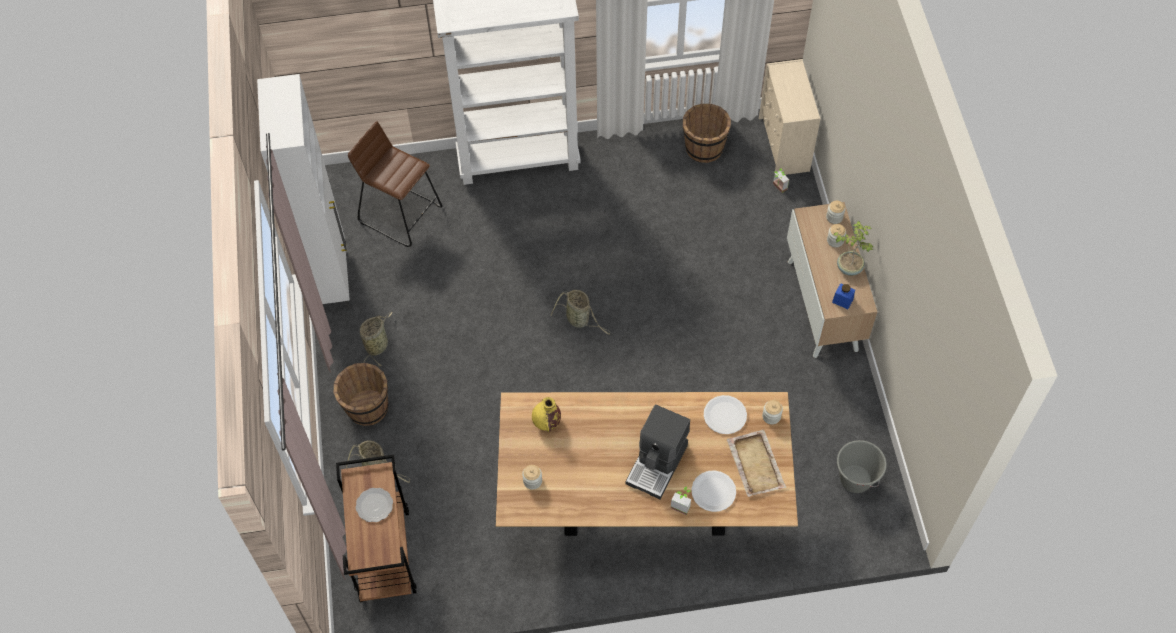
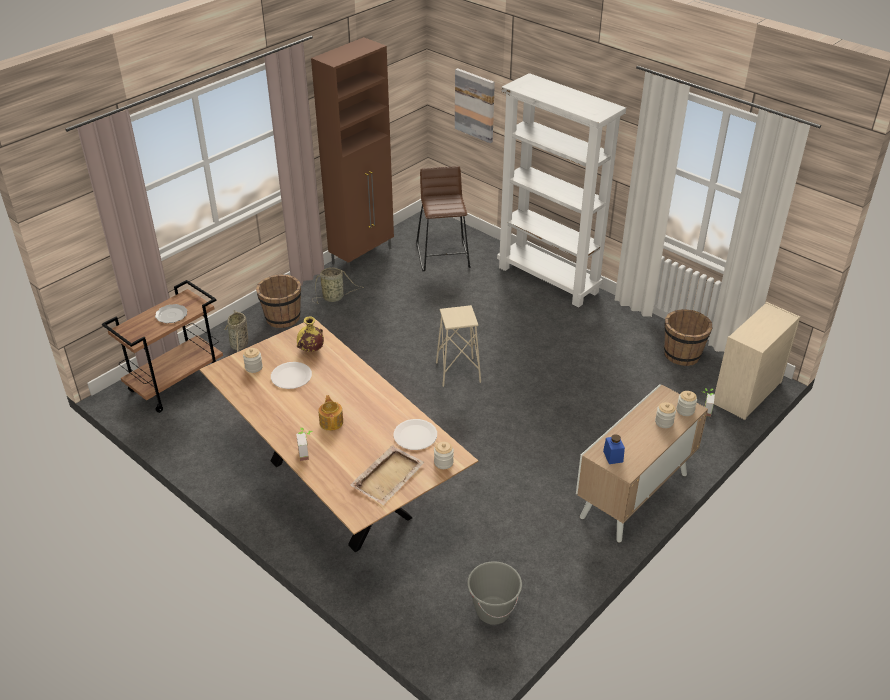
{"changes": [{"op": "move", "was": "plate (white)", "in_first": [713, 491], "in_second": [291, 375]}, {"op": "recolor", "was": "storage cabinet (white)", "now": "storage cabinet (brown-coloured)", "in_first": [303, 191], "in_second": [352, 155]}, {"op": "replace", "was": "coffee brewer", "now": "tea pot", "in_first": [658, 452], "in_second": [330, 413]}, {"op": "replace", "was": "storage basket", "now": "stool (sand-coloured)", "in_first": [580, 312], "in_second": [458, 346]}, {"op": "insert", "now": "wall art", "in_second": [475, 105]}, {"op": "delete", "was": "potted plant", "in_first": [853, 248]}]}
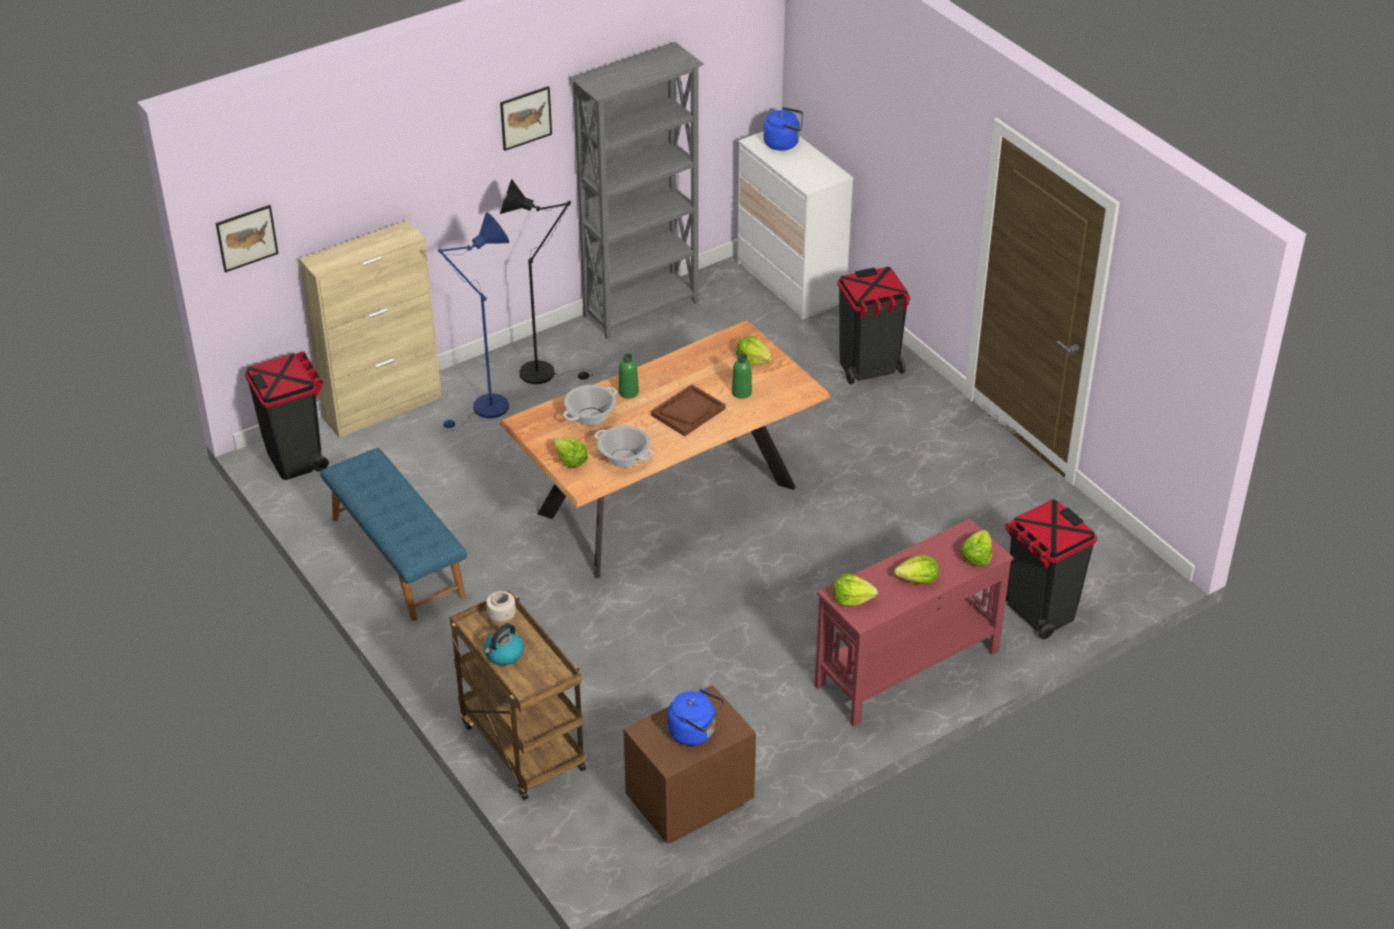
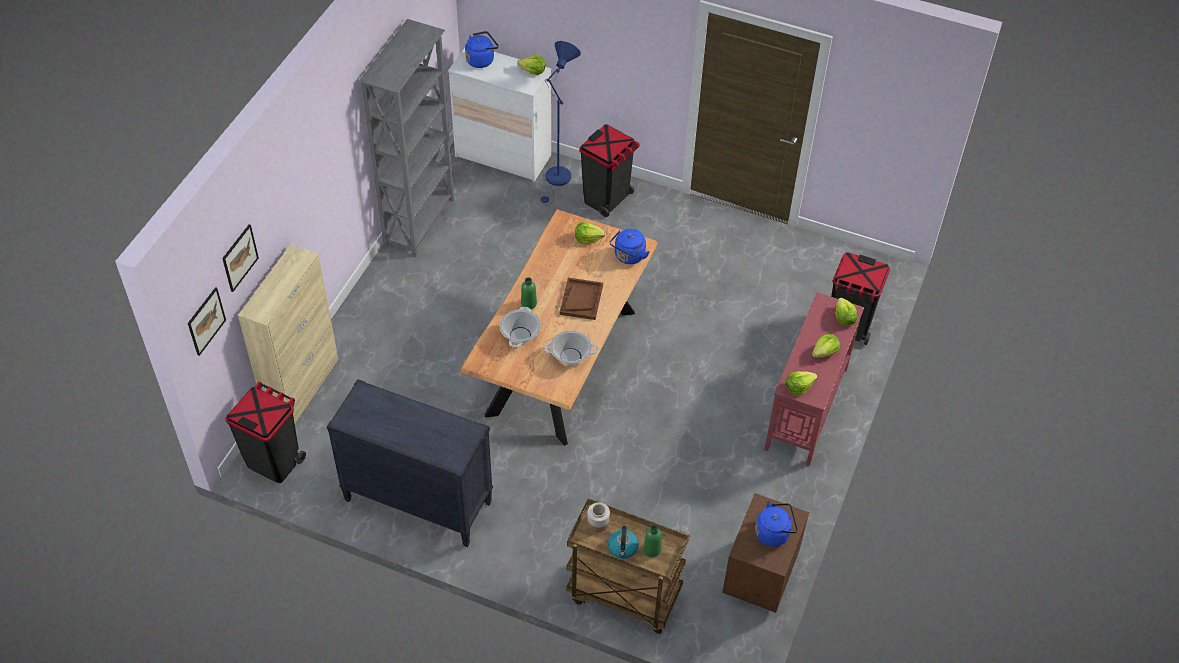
{"changes": [{"op": "move", "was": "wall art", "in_first": [526, 118], "in_second": [240, 258]}, {"op": "replace", "was": "bench (bluish)", "now": "dresser (black-coloured)", "in_first": [393, 534], "in_second": [410, 463]}, {"op": "move", "was": "lettuce head", "in_first": [570, 452], "in_second": [531, 65]}, {"op": "move", "was": "standard lamp (bluish)", "in_first": [473, 321], "in_second": [561, 123]}, {"op": "insert", "now": "water kettle (bluish)", "in_second": [629, 246]}, {"op": "move", "was": "beverage bottle (green)", "in_first": [742, 376], "in_second": [652, 541]}, {"op": "delete", "was": "standard lamp (black-coloured)", "in_first": [546, 281]}]}
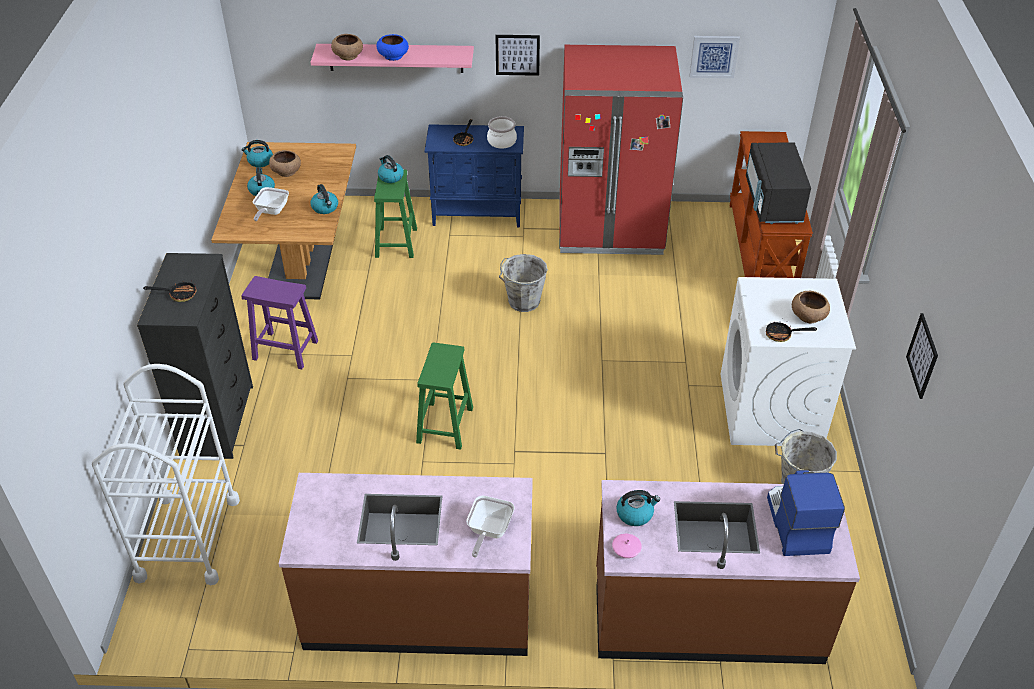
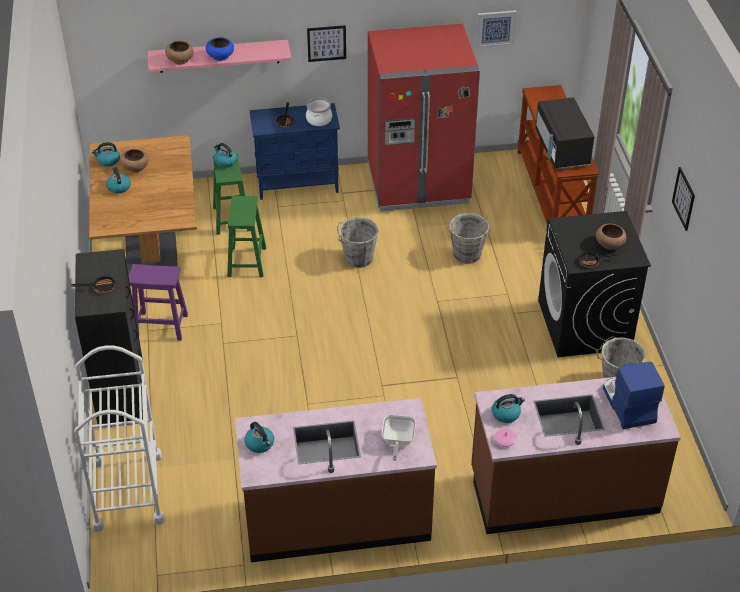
{"changes": [{"op": "move", "was": "stool (green)", "in_first": [444, 396], "in_second": [246, 236]}, {"op": "move", "was": "water kettle", "in_first": [324, 199], "in_second": [259, 437]}, {"op": "insert", "now": "bucket (gray)", "in_second": [468, 238]}, {"op": "recolor", "was": "washing machine (white)", "now": "washing machine (black-coloured)", "in_first": [788, 361], "in_second": [594, 284]}, {"op": "move", "was": "wall art", "in_first": [922, 356], "in_second": [683, 199]}, {"op": "delete", "was": "frying pan", "in_first": [271, 204]}]}
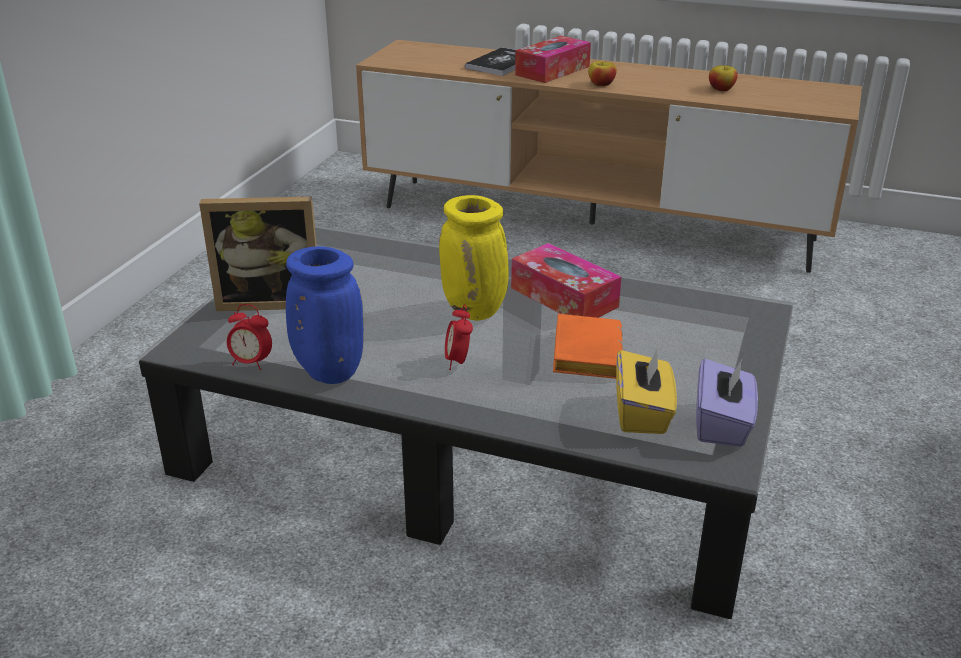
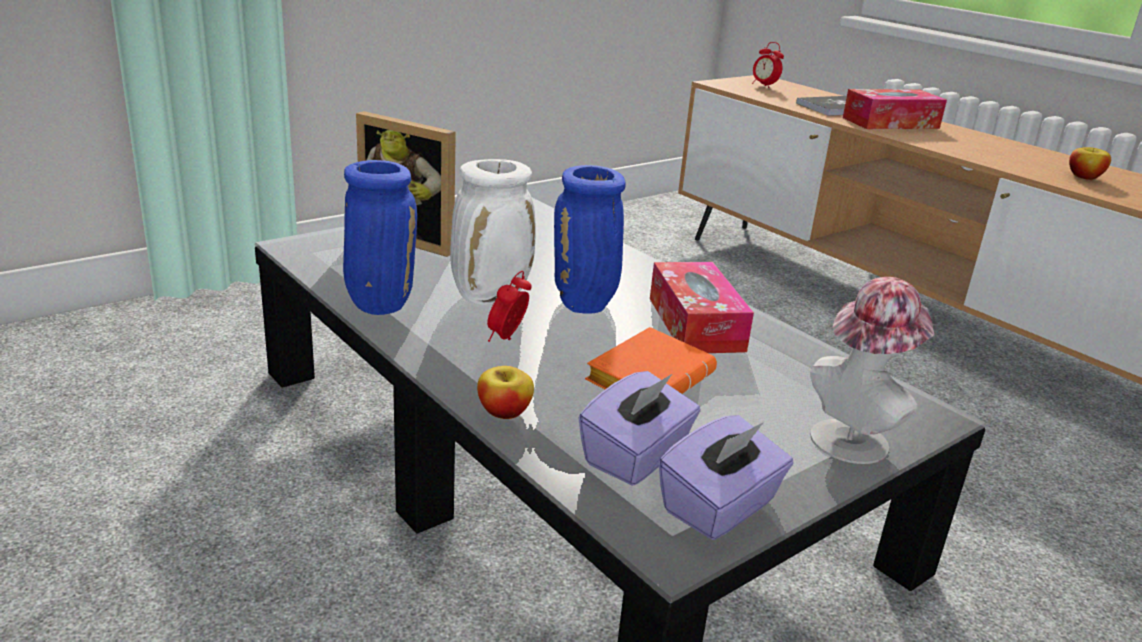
{"changes": [{"op": "insert", "now": "vase (white)", "in_second": [493, 232]}, {"op": "move", "was": "apple fruit", "in_first": [602, 73], "in_second": [505, 392]}, {"op": "recolor", "was": "vase (yellow)", "now": "vase (bluish)", "in_first": [474, 258], "in_second": [590, 239]}, {"op": "recolor", "was": "tissue box (yellow)", "now": "tissue box (purple)", "in_first": [646, 391], "in_second": [639, 428]}, {"op": "move", "was": "alarm clock", "in_first": [249, 337], "in_second": [768, 65]}, {"op": "insert", "now": "wearable hat", "in_second": [872, 370]}]}
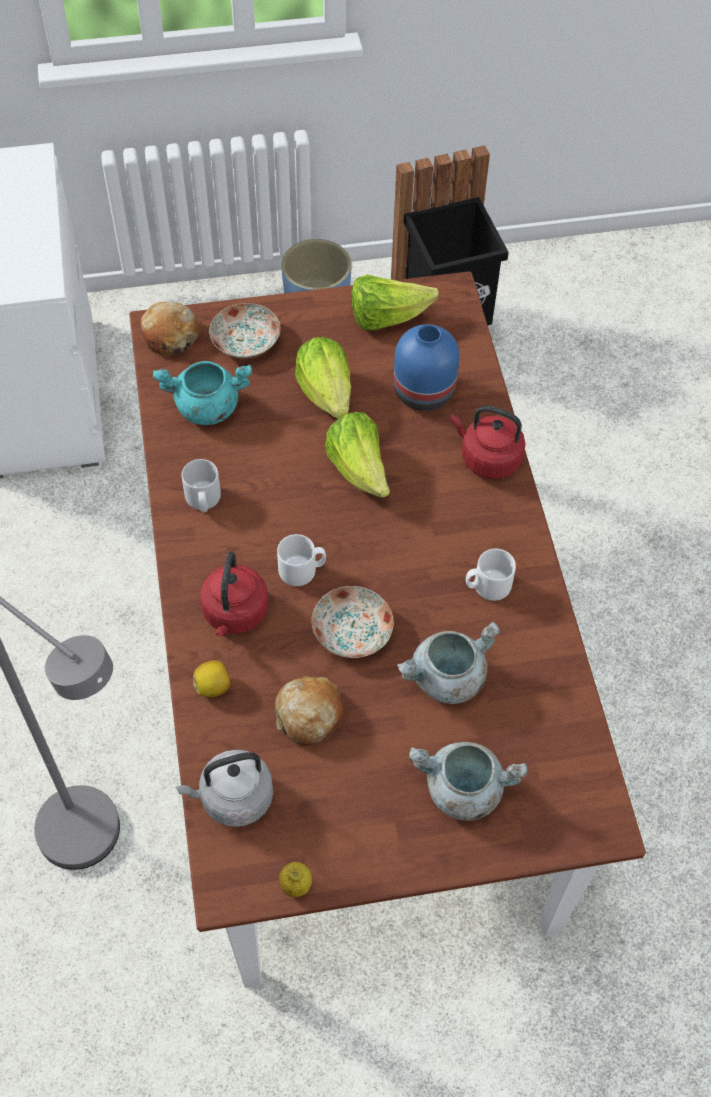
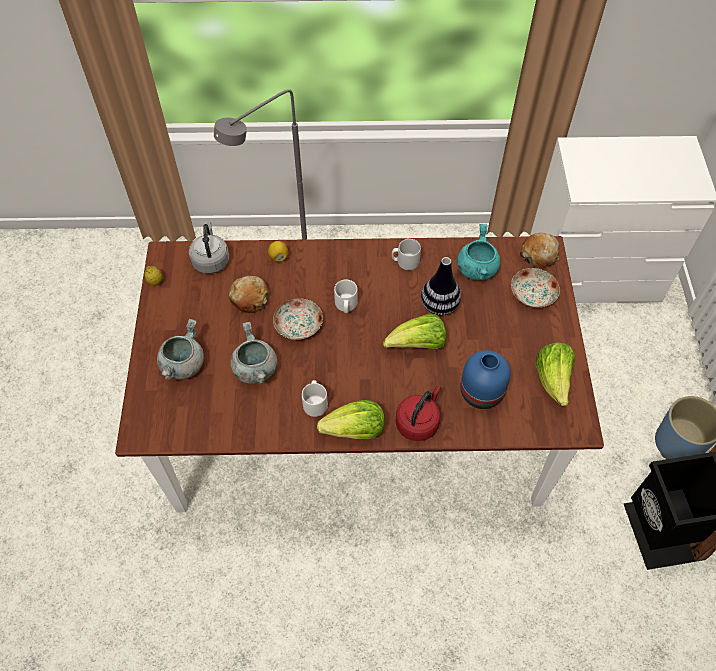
{"changes": [{"op": "move", "was": "lettuce head", "in_first": [323, 378], "in_second": [351, 419]}, {"op": "insert", "now": "vase", "in_second": [441, 286]}, {"op": "delete", "was": "water kettle (red-coloured)", "in_first": [234, 594]}]}
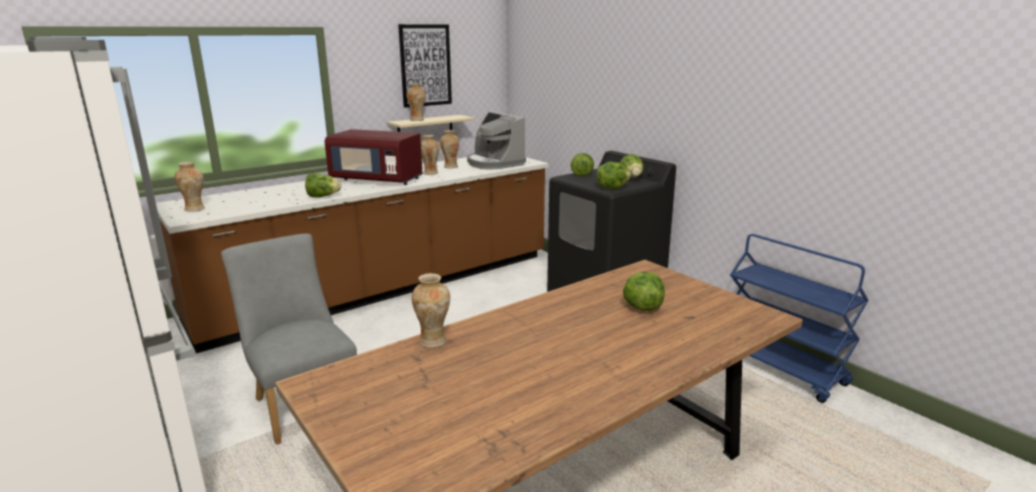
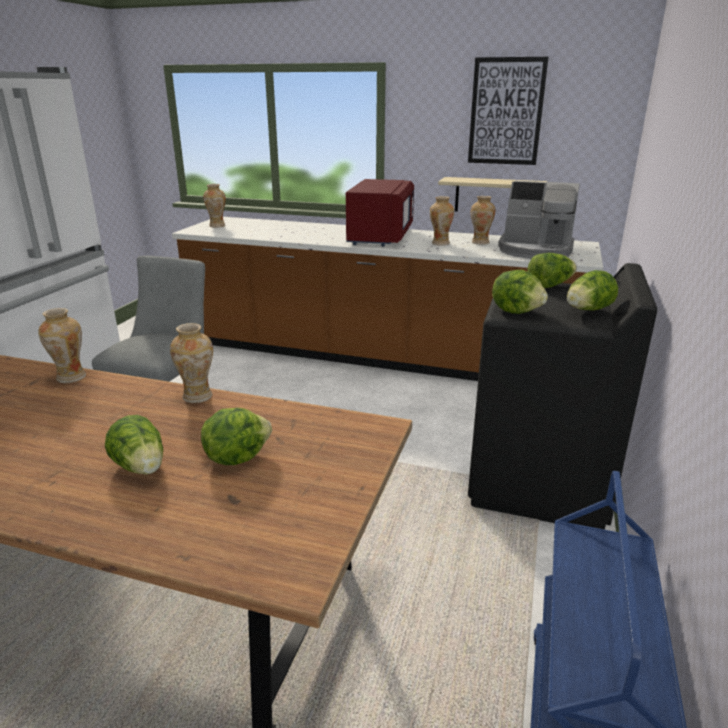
{"changes": [{"op": "move", "was": "lettuce head", "in_first": [323, 185], "in_second": [134, 445]}, {"op": "move", "was": "vase", "in_first": [416, 102], "in_second": [191, 363]}, {"op": "rotate", "was": "microwave oven (red-coloured)", "in_first": [374, 157], "in_second": [380, 212], "clockwise": -150}, {"op": "rotate", "was": "coffee brewer", "in_first": [496, 141], "in_second": [539, 220], "clockwise": -90}]}
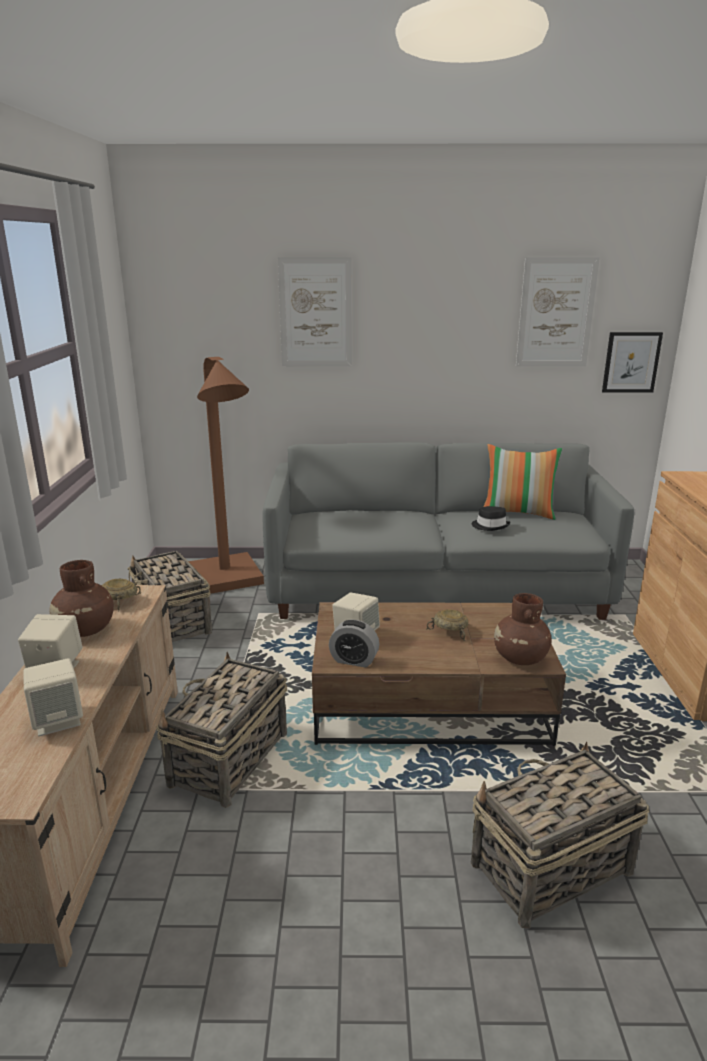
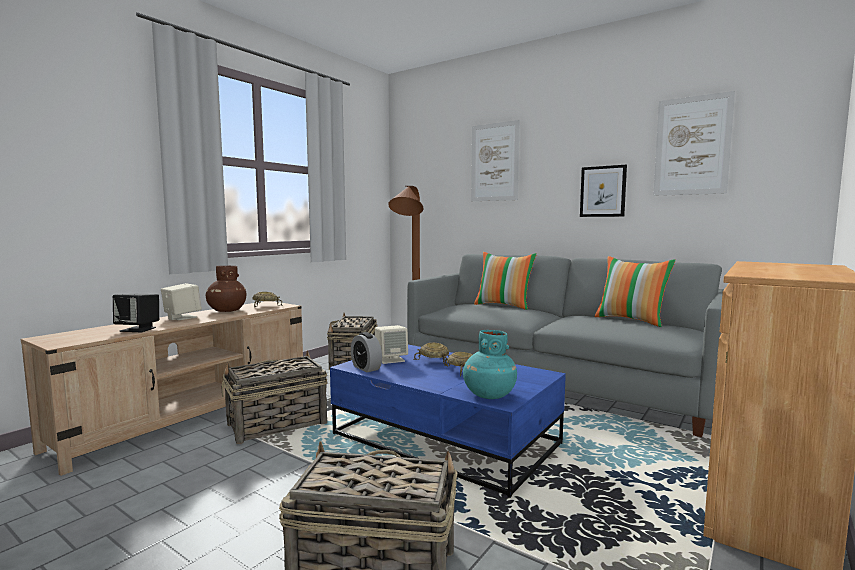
{"changes": [{"op": "recolor", "was": "loudspeaker (sand-coloured)", "now": "loudspeaker (black-coloured)", "in_first": [53, 697], "in_second": [136, 313]}, {"op": "recolor", "was": "lounge table (brown-coloured)", "now": "lounge table (bluish)", "in_first": [439, 674], "in_second": [448, 421]}, {"op": "insert", "now": "deep dish (sand-coloured)", "in_second": [431, 354]}, {"op": "recolor", "was": "vase (brown-coloured)", "now": "vase (blue-green)", "in_first": [523, 629], "in_second": [490, 364]}, {"op": "insert", "now": "pillow", "in_second": [505, 281]}, {"op": "move", "was": "wall art", "in_first": [632, 362], "in_second": [603, 191]}, {"op": "delete", "was": "wearable hat (black-coloured)", "in_first": [491, 518]}]}
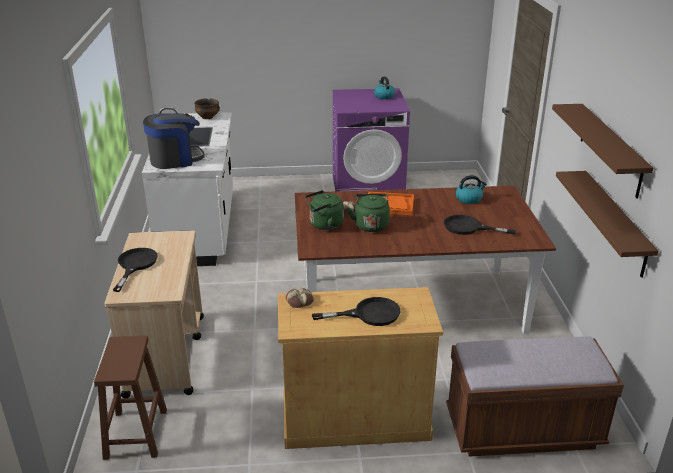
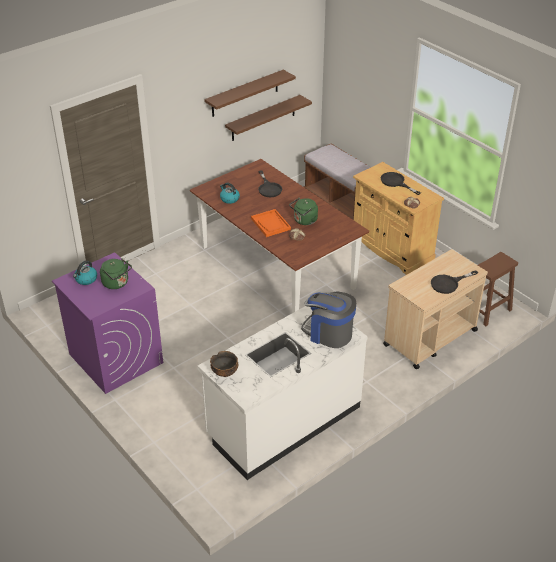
{"changes": [{"op": "move", "was": "water kettle (green)", "in_first": [324, 210], "in_second": [116, 273]}]}
